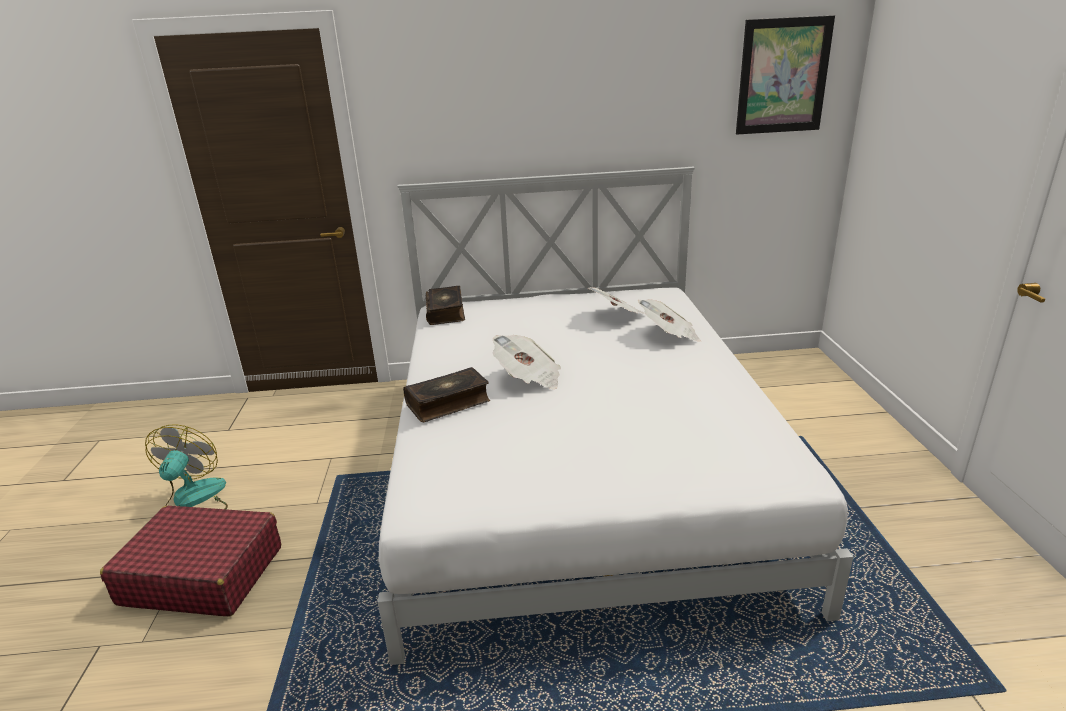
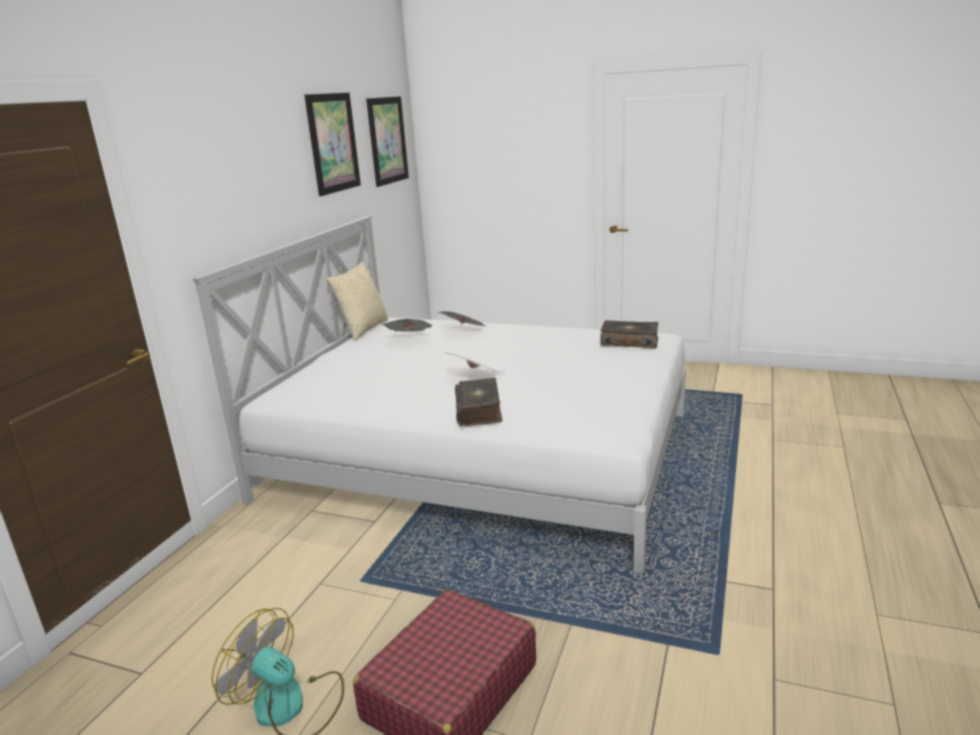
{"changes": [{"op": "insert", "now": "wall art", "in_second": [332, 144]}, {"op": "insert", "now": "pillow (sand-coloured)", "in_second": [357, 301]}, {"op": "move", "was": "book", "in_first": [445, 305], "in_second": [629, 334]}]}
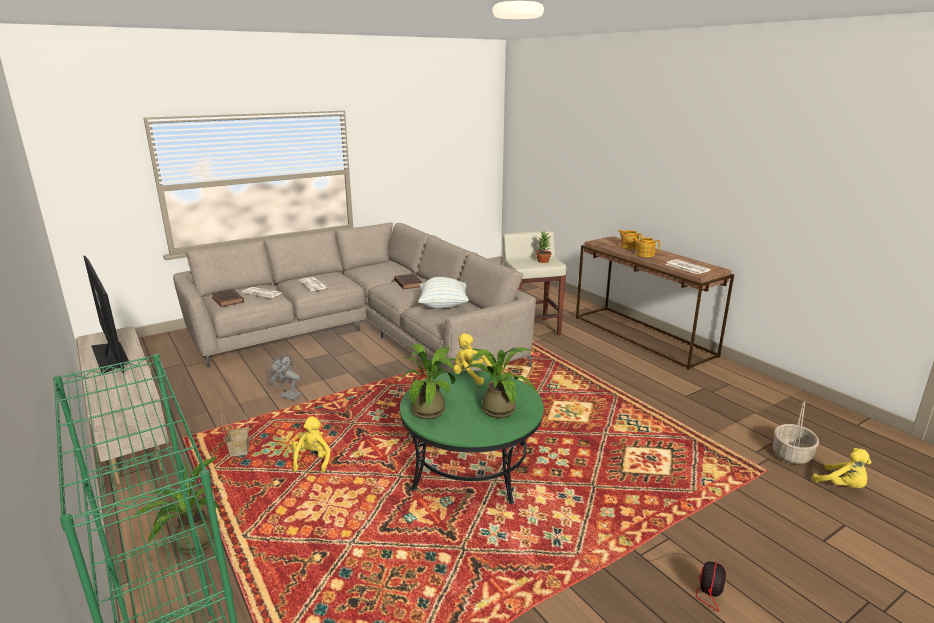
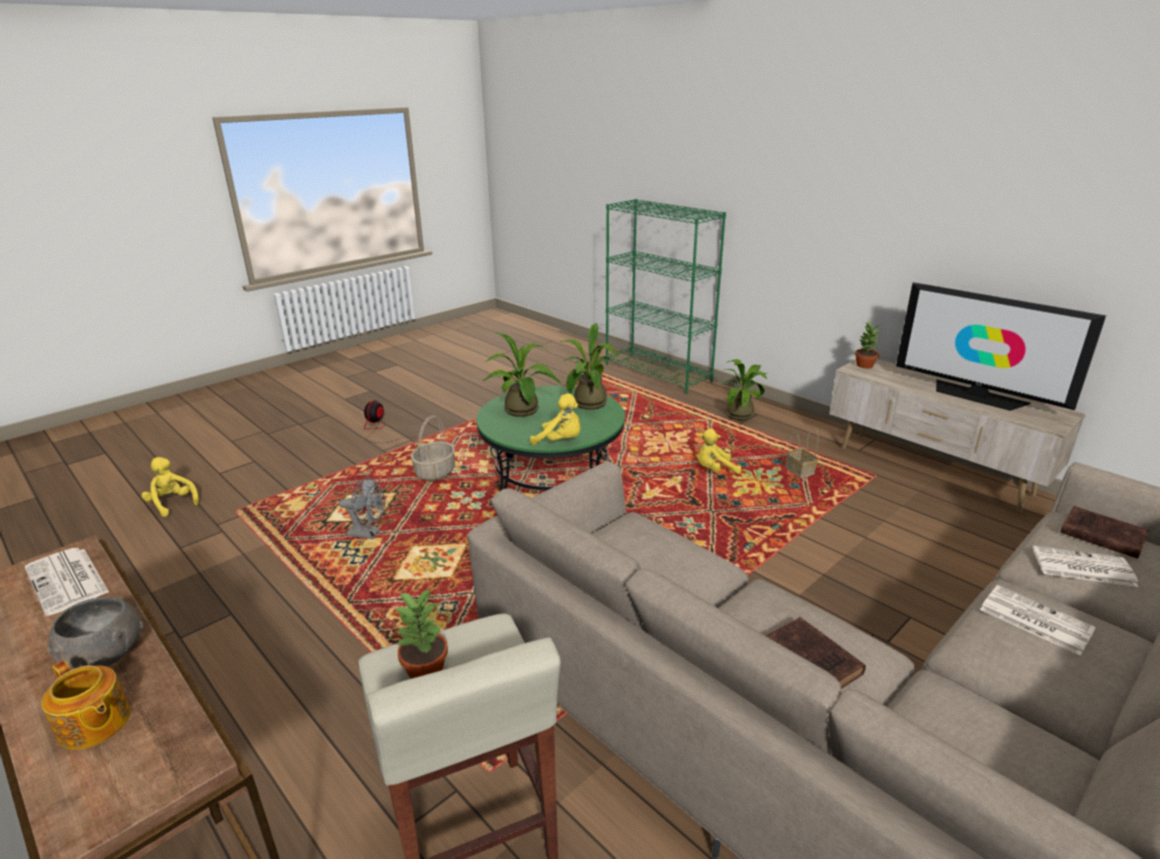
{"changes": [{"op": "replace", "was": "tea pot", "now": "deep dish (gray)", "in_first": [646, 247], "in_second": [95, 633]}, {"op": "move", "was": "electric fan (gray)", "in_first": [284, 377], "in_second": [362, 508]}, {"op": "move", "was": "storage basket", "in_first": [796, 432], "in_second": [433, 448]}, {"op": "rotate", "was": "plush toy (yellow)", "in_first": [311, 444], "in_second": [719, 451], "clockwise": 90}, {"op": "insert", "now": "potted plant", "in_second": [868, 345]}, {"op": "delete", "was": "pillow", "in_first": [443, 293]}]}
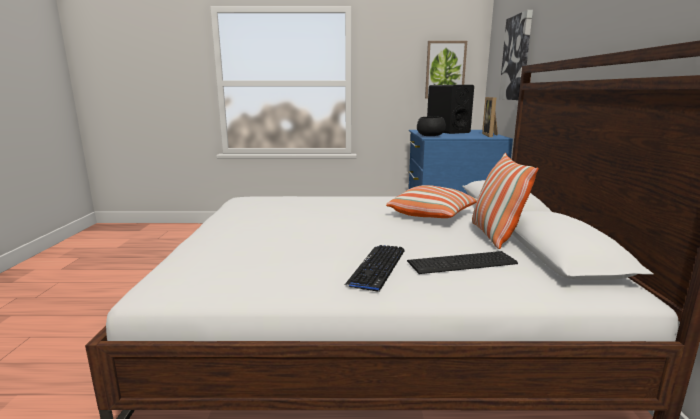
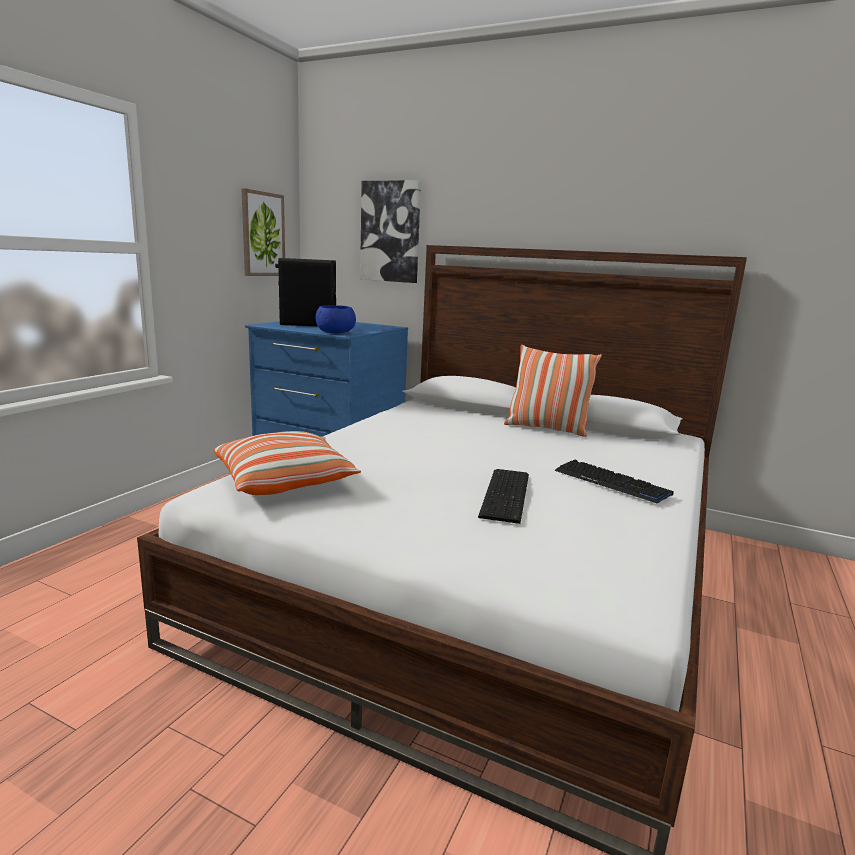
{"changes": [{"op": "move", "was": "pillow", "in_first": [431, 201], "in_second": [287, 463]}, {"op": "recolor", "was": "deep dish (black-coloured)", "now": "deep dish (bluish)", "in_first": [431, 126], "in_second": [336, 319]}, {"op": "move", "was": "keyboard", "in_first": [462, 262], "in_second": [503, 496]}, {"op": "delete", "was": "standing frame", "in_first": [490, 117]}]}
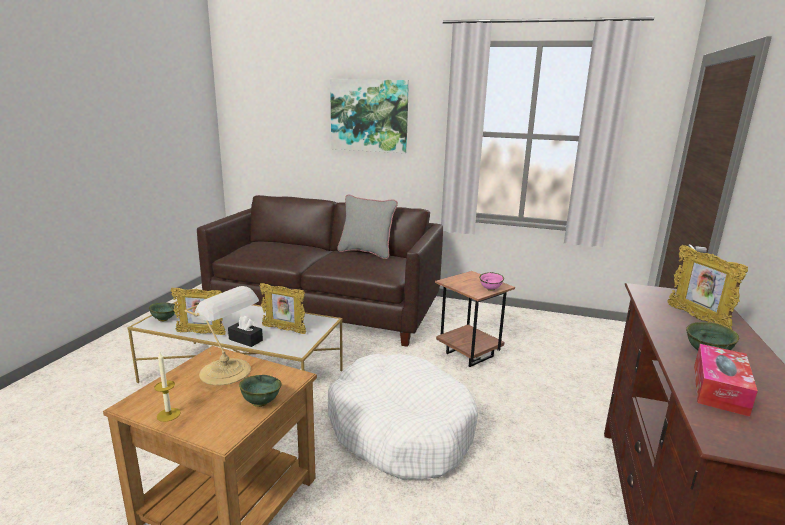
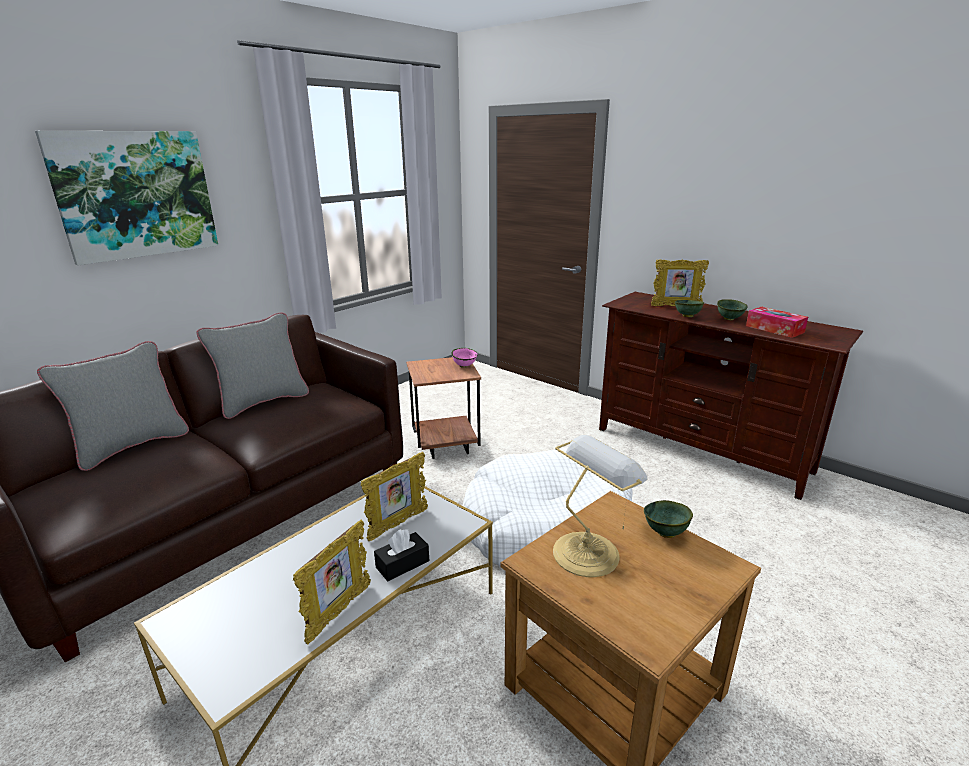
{"changes": [{"op": "insert", "now": "pillow (gray)", "in_second": [113, 406]}, {"op": "move", "was": "deep dish (green)", "in_first": [162, 311], "in_second": [689, 308]}, {"op": "delete", "was": "candle", "in_first": [167, 387]}]}
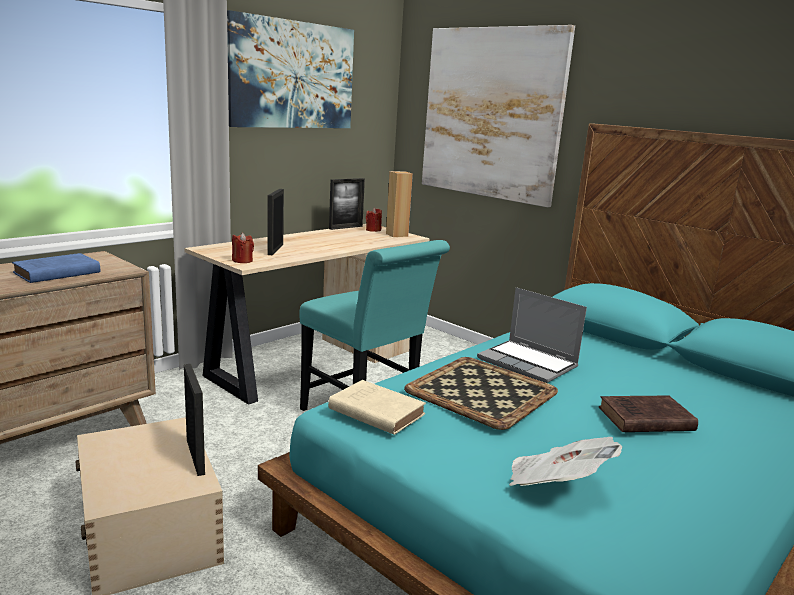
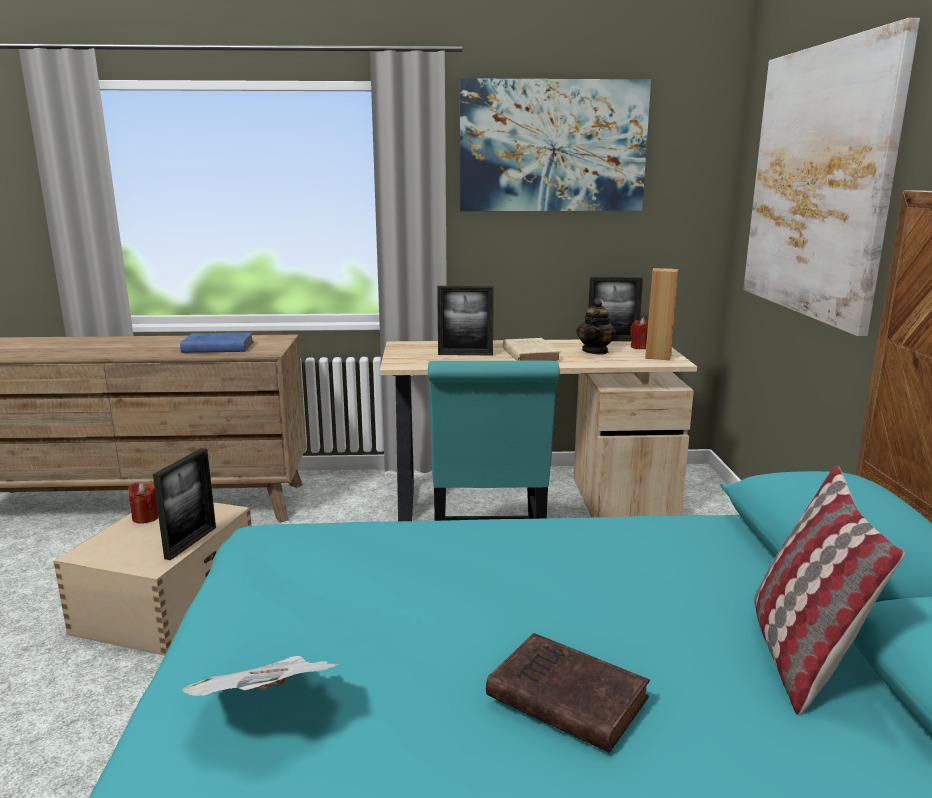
{"changes": [{"op": "move", "was": "candle (red-coloured)", "in_first": [243, 248], "in_second": [143, 503]}, {"op": "rotate", "was": "standing frame", "in_first": [275, 222], "in_second": [465, 320], "clockwise": -135}, {"op": "move", "was": "book (sand-coloured)", "in_first": [377, 407], "in_second": [532, 350]}, {"op": "insert", "now": "tea pot", "in_second": [596, 327]}, {"op": "insert", "now": "pillow", "in_second": [829, 590]}, {"op": "delete", "was": "tray", "in_first": [481, 393]}, {"op": "delete", "was": "laptop", "in_first": [532, 335]}]}
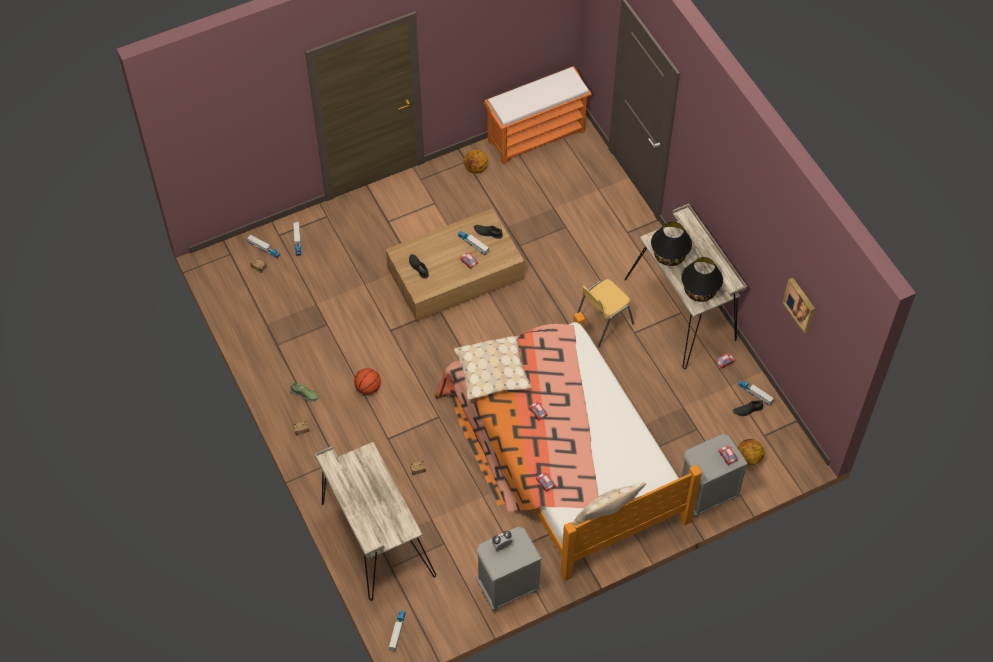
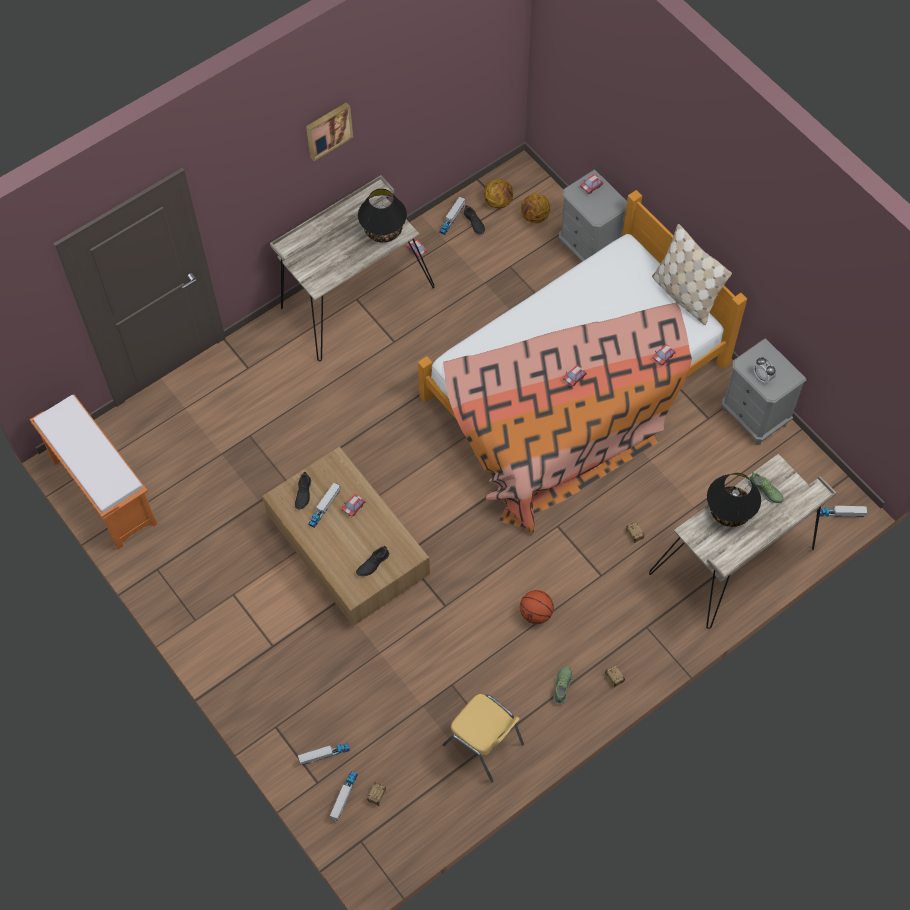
{"changes": [{"op": "move", "was": "wall art", "in_first": [799, 306], "in_second": [329, 131]}, {"op": "move", "was": "upright chair (yellow)", "in_first": [605, 313], "in_second": [483, 738]}, {"op": "move", "was": "ball for basketball", "in_first": [476, 162], "in_second": [498, 193]}, {"op": "move", "was": "lamp for a table (black-coloured)", "in_first": [671, 244], "in_second": [734, 500]}, {"op": "insert", "now": "low shoe", "in_second": [765, 487]}, {"op": "delete", "was": "pillow (sand-coloured)", "in_first": [493, 368]}]}
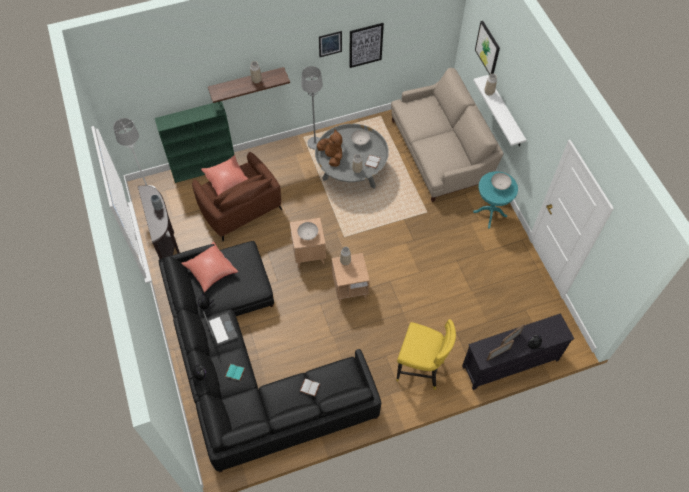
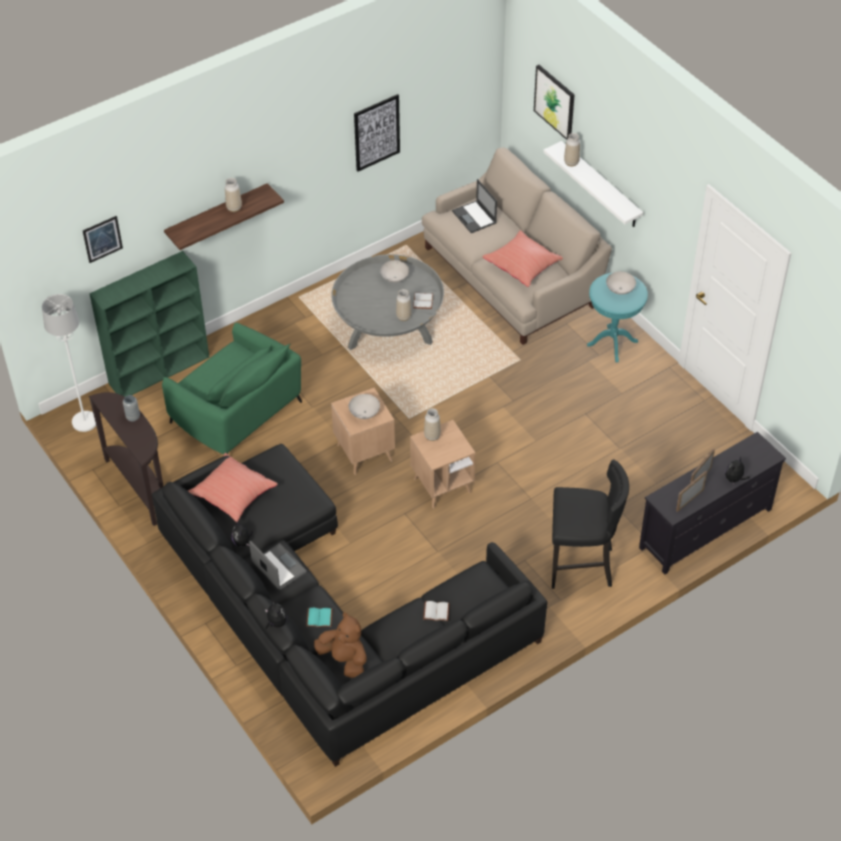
{"changes": [{"op": "move", "was": "wall art", "in_first": [330, 44], "in_second": [103, 239]}, {"op": "recolor", "was": "easy chair (brown-coloured)", "now": "easy chair (green)", "in_first": [237, 196], "in_second": [232, 388]}, {"op": "move", "was": "plush toy (brown-coloured)", "in_first": [330, 148], "in_second": [340, 645]}, {"op": "insert", "now": "laptop", "in_second": [474, 206]}, {"op": "move", "was": "pillow (red-coloured)", "in_first": [225, 175], "in_second": [522, 258]}, {"op": "recolor", "was": "stool (yellow)", "now": "stool (black-coloured)", "in_first": [426, 354], "in_second": [590, 524]}, {"op": "delete", "was": "standard lamp (gray)", "in_first": [312, 107]}]}
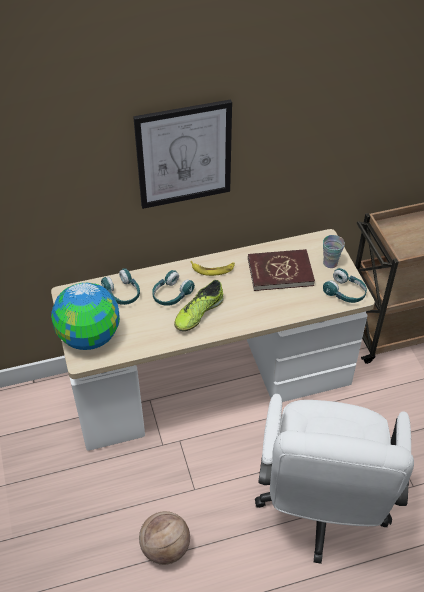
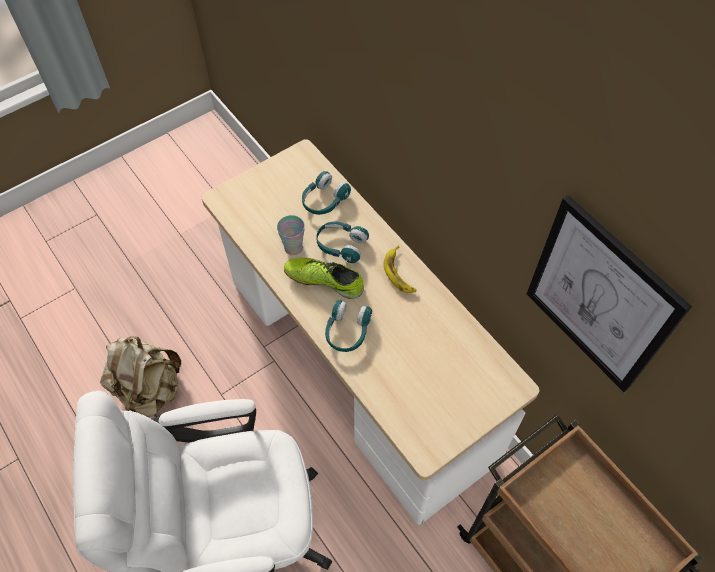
{"changes": [{"op": "replace", "was": "ball for basketball", "now": "knapsack (sand-coloured)", "in_first": [164, 538], "in_second": [140, 376]}, {"op": "move", "was": "drinking cup", "in_first": [334, 251], "in_second": [291, 235]}, {"op": "move", "was": "pair of headphones (blue-green)", "in_first": [345, 285], "in_second": [348, 326]}, {"op": "move", "was": "wall art", "in_first": [182, 154], "in_second": [609, 293]}, {"op": "delete", "was": "desk globe", "in_first": [85, 316]}, {"op": "delete", "was": "book (red-coloured)", "in_first": [281, 270]}]}
